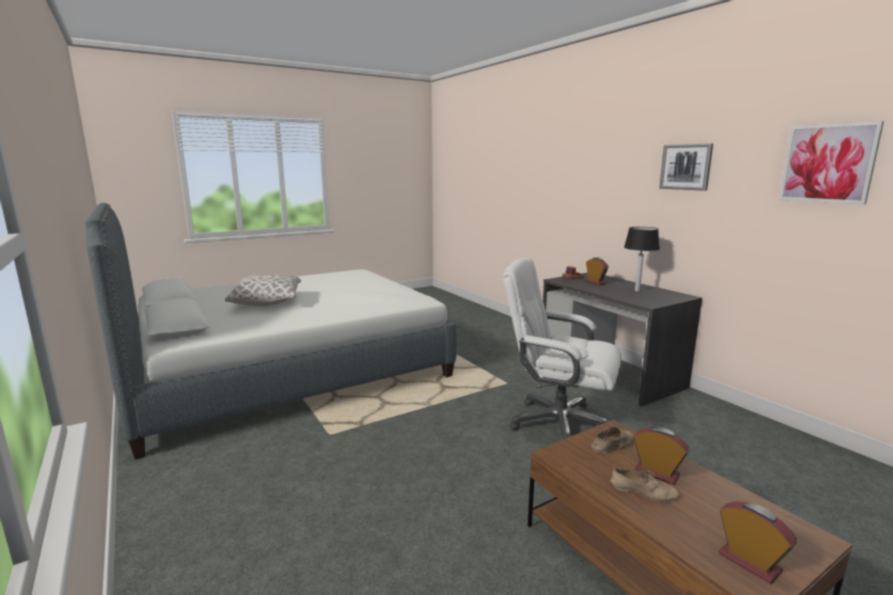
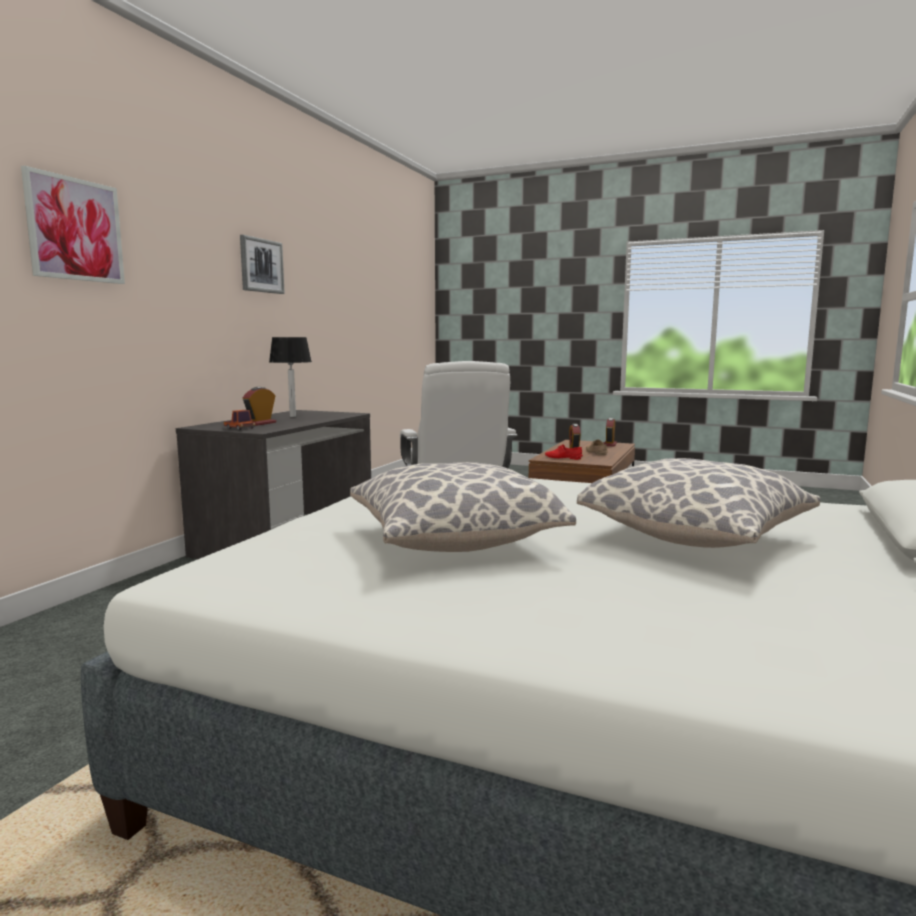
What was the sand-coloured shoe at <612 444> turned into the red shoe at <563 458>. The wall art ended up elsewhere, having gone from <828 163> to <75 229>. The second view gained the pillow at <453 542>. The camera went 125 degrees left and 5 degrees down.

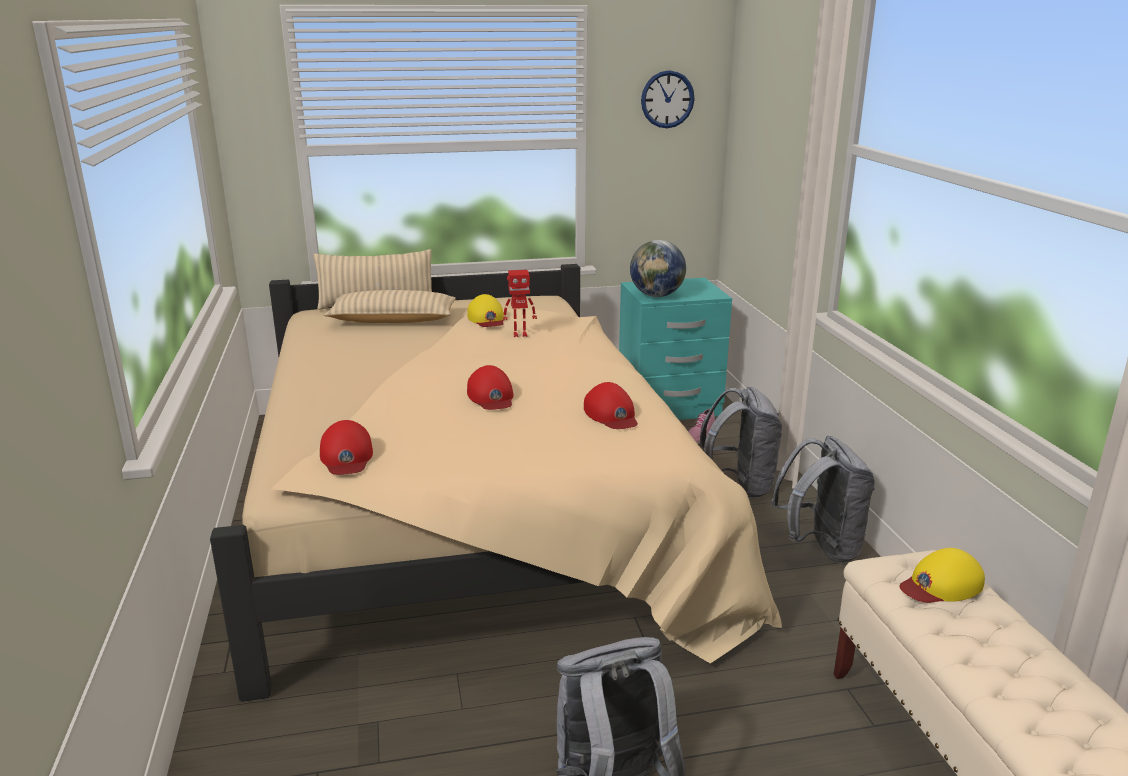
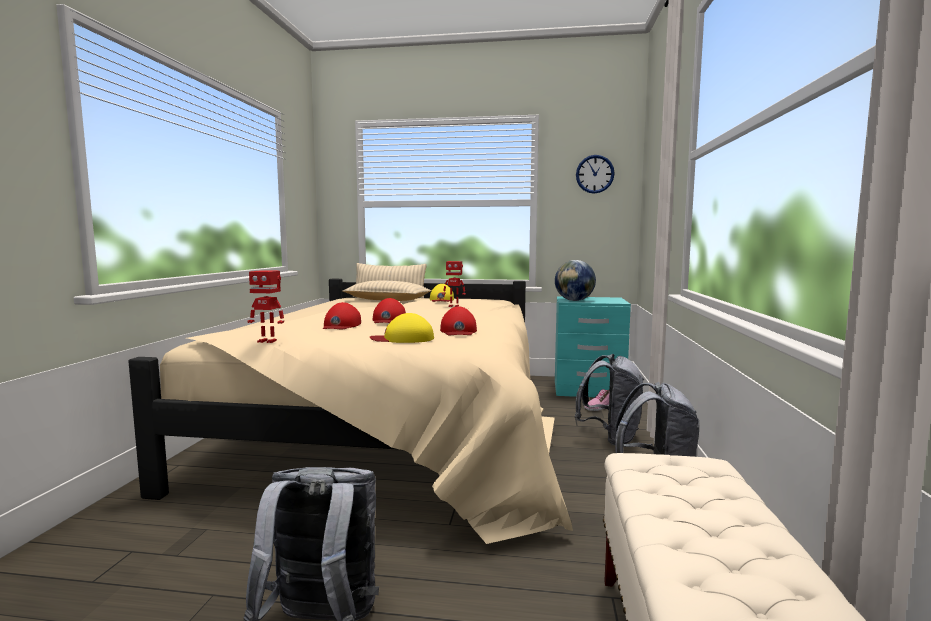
The red cap ended up elsewhere, having gone from <346 456> to <341 325>. The yellowish cap ended up elsewhere, having gone from <941 585> to <403 339>. The second view gained the robot figure at <268 341>. The camera went 20 degrees right and 15 degrees down.

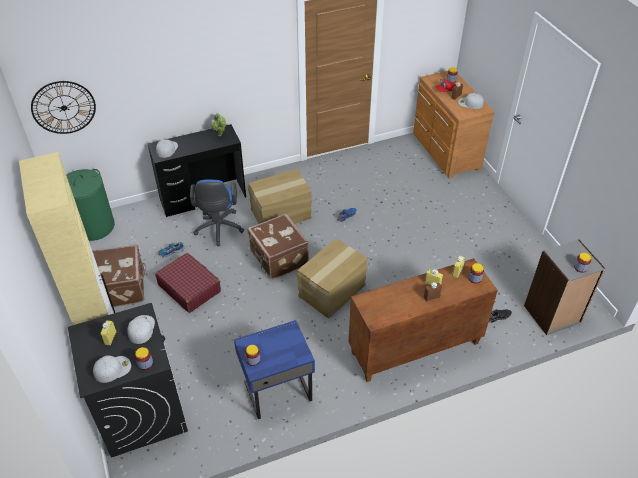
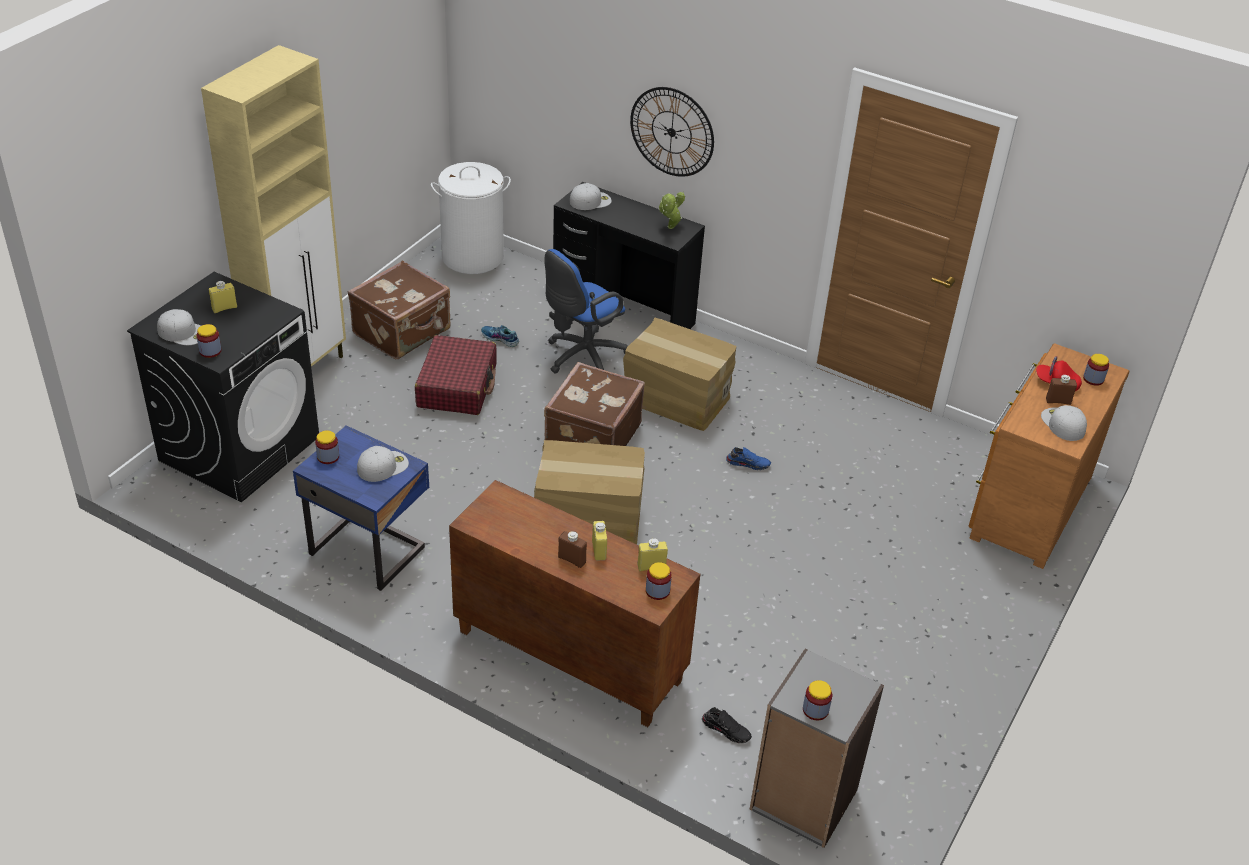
The hanging clock ended up elsewhere, having gone from <63 107> to <671 132>. What was the greenish washing basket at <94 227> turned into the whitish washing basket at <472 257>. The whitish cap ended up elsewhere, having gone from <141 329> to <383 466>. The camera went 50 degrees right and 5 degrees down.

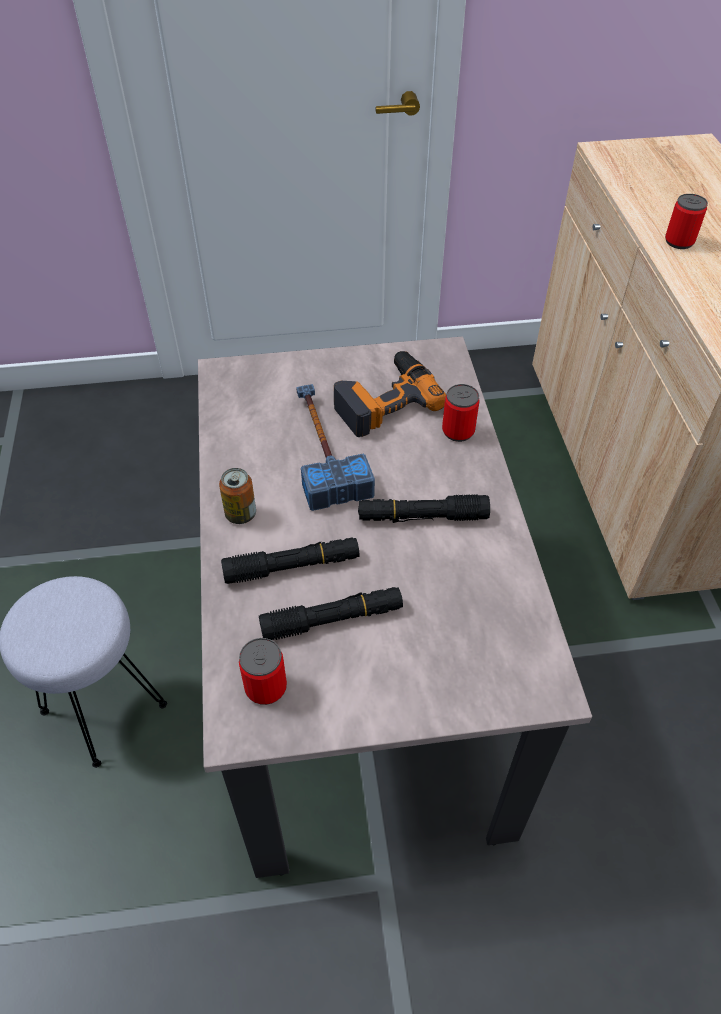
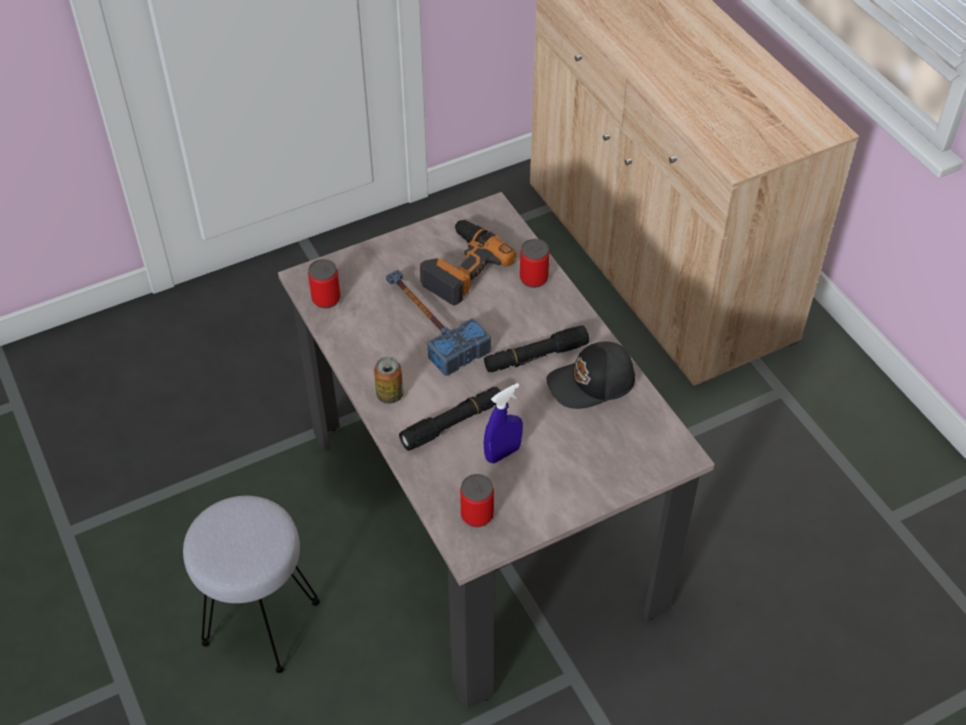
Where the black hand torch stood at <332 620>, the bluish sprayer came to stand at <503 453>. The can ended up elsewhere, having gone from <679 241> to <326 299>. The second view gained the black cap at <592 384>. The camera went 20 degrees left and 0 degrees up.

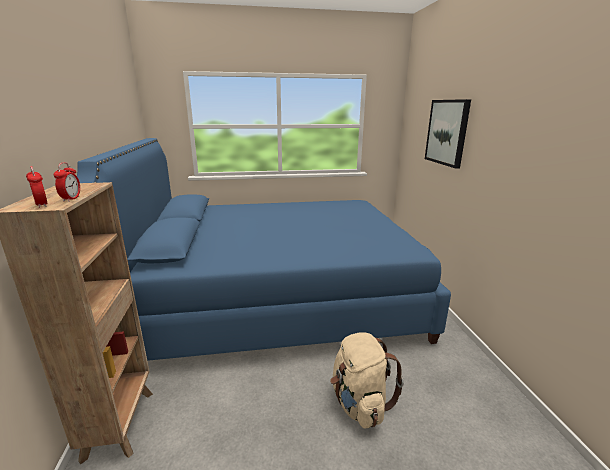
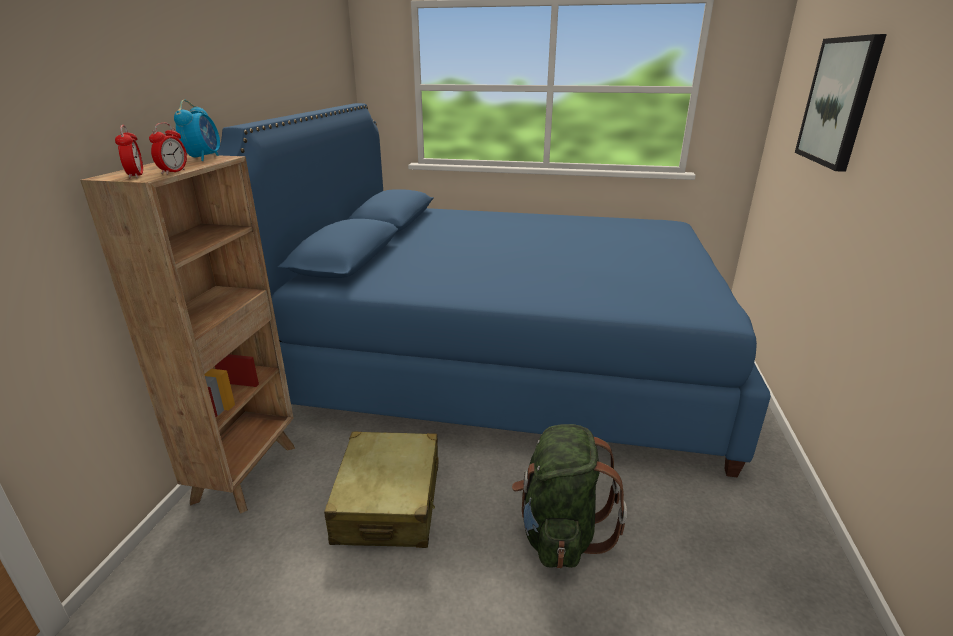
What was the sand-coloured knapsack at <359 403> turned into the greenish knapsack at <560 532>. The second view gained the alarm clock at <204 158>. The second view gained the sand-coloured travel case at <389 503>. The camera went 20 degrees right and 5 degrees up.

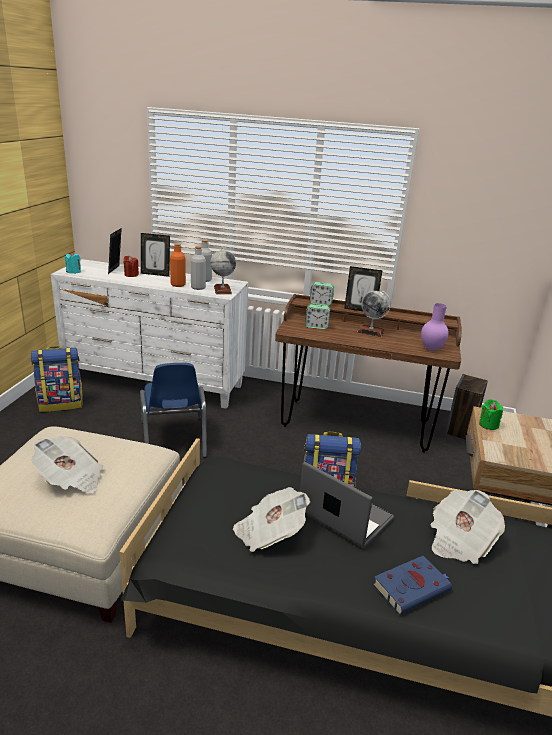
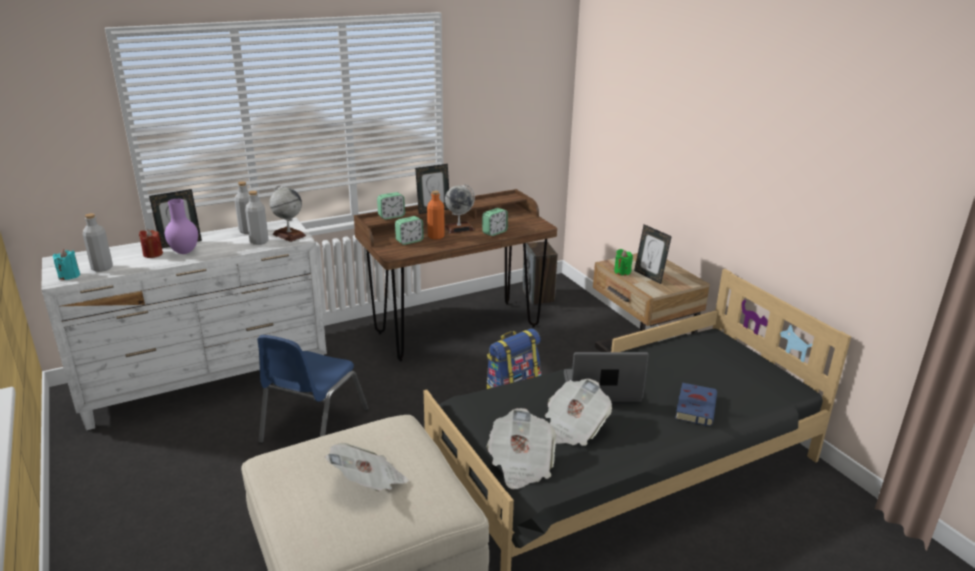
The second view lost the knapsack at <61 404>. The standing frame ended up elsewhere, having gone from <116 270> to <649 276>. The bluish upright chair at <173 439> ended up facing another way, 75 degrees clockwise from before. The orange-coloured drink bottle ended up elsewhere, having gone from <178 285> to <436 236>. The purplish decorative vase ended up elsewhere, having gone from <431 348> to <184 252>. The daily paper ended up elsewhere, having gone from <459 540> to <521 464>. The second view gained the grey drink bottle at <102 268>. The second view gained the alarm clock at <494 232>. The camera went 40 degrees left and 0 degrees up.

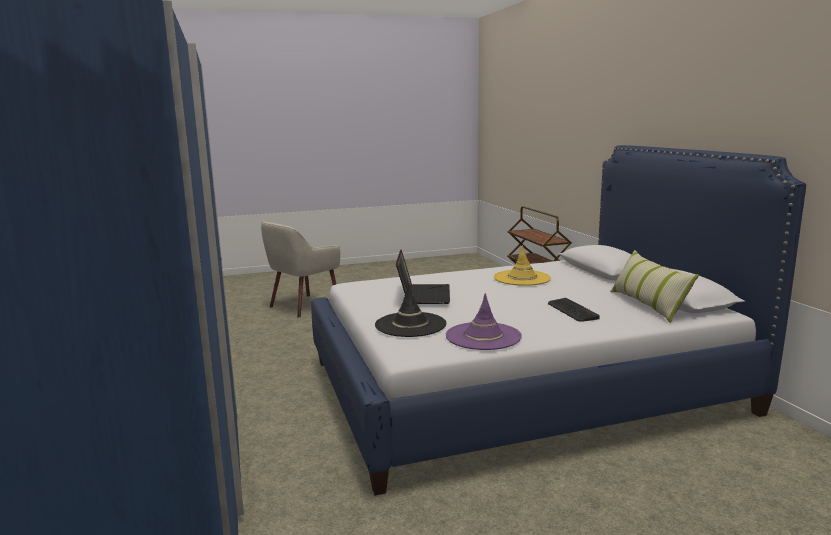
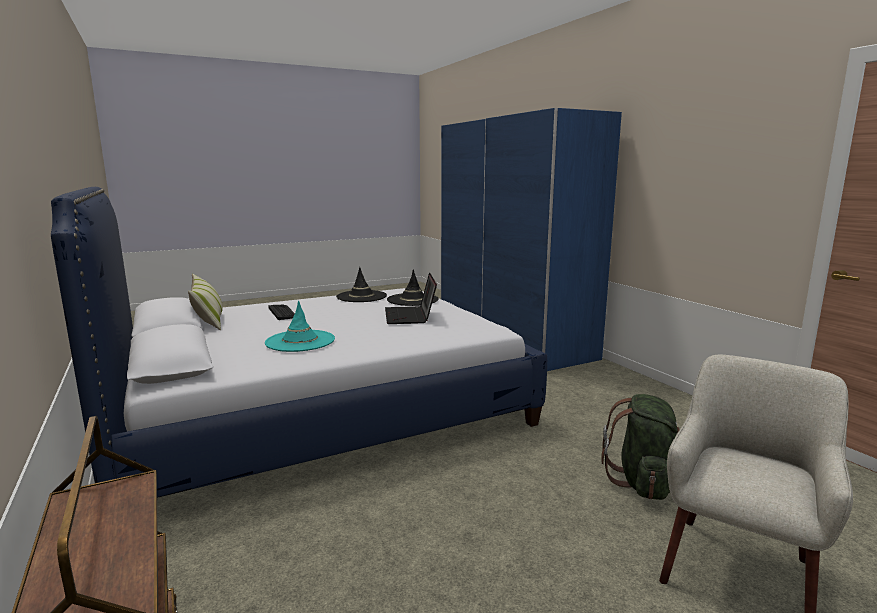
What was the purplish hat at <483 336> turned into the black hat at <361 296>. What was the yellowish hat at <522 278> turned into the turquoise-coloured hat at <300 341>. The second view gained the greenish knapsack at <644 482>. The camera went 170 degrees right and 0 degrees up.

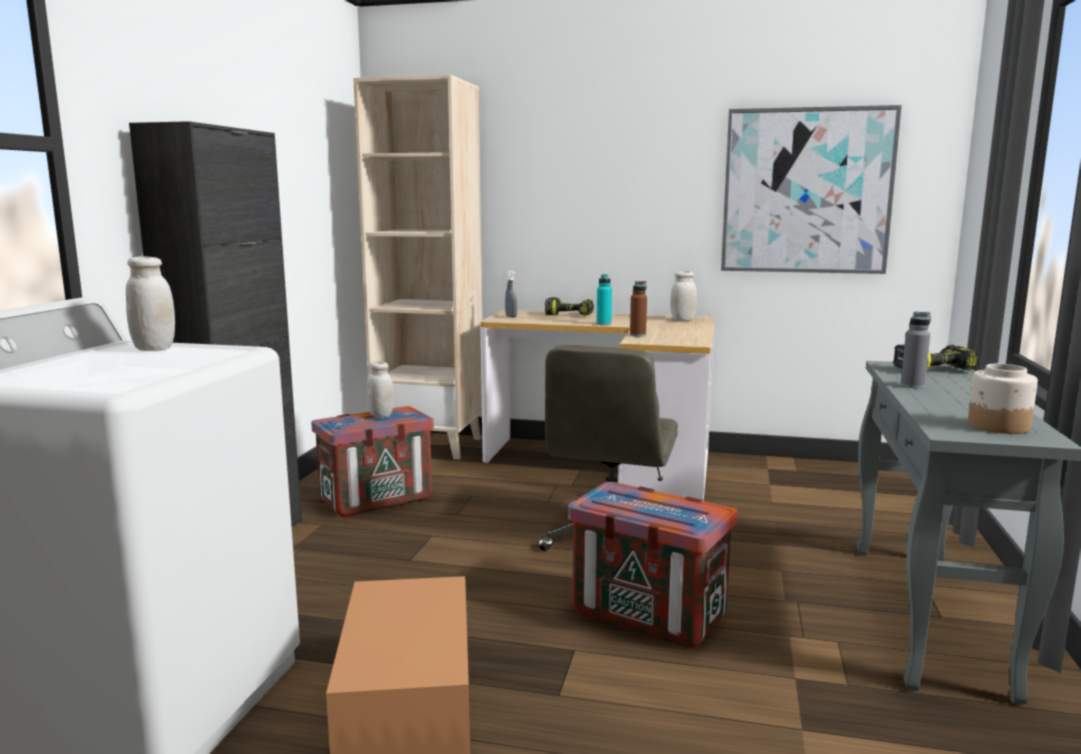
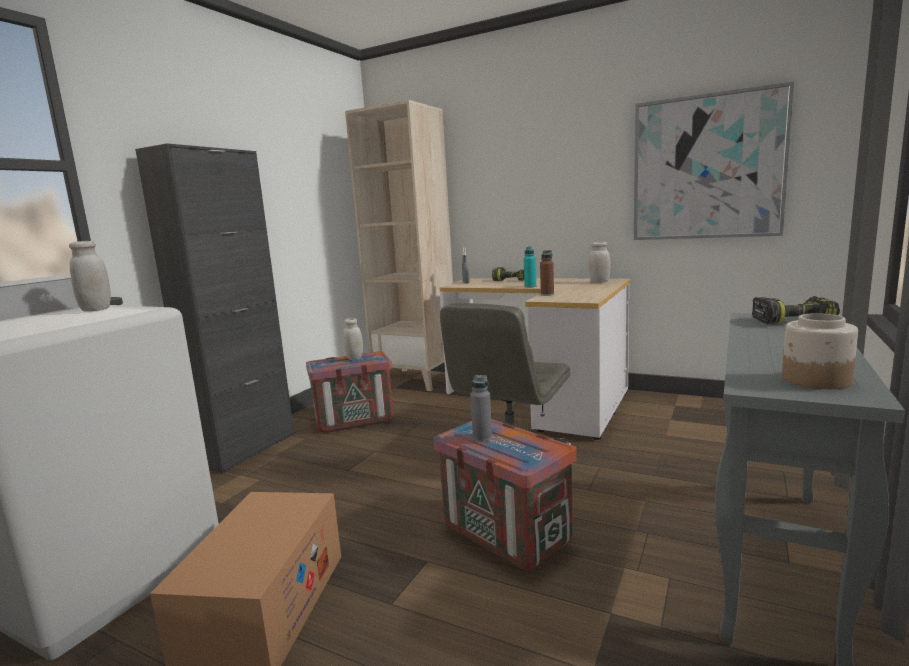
The grey drink bottle ended up elsewhere, having gone from <912 386> to <482 437>. The camera went 15 degrees right and 0 degrees up.

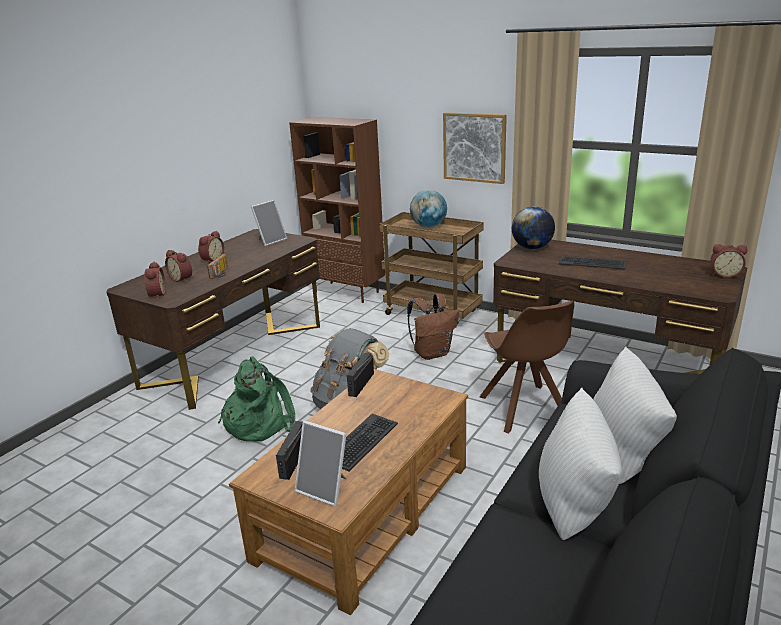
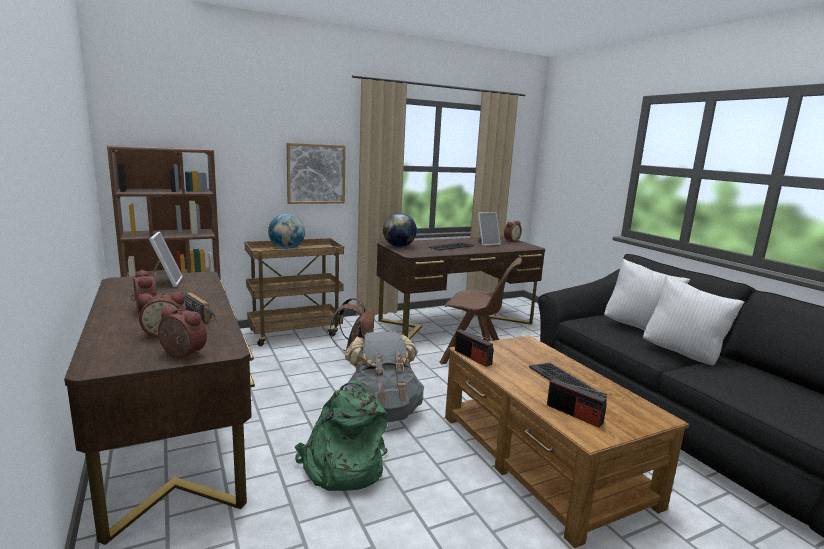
The standing frame ended up elsewhere, having gone from <325 489> to <487 243>. The camera went 60 degrees left and 10 degrees down.

